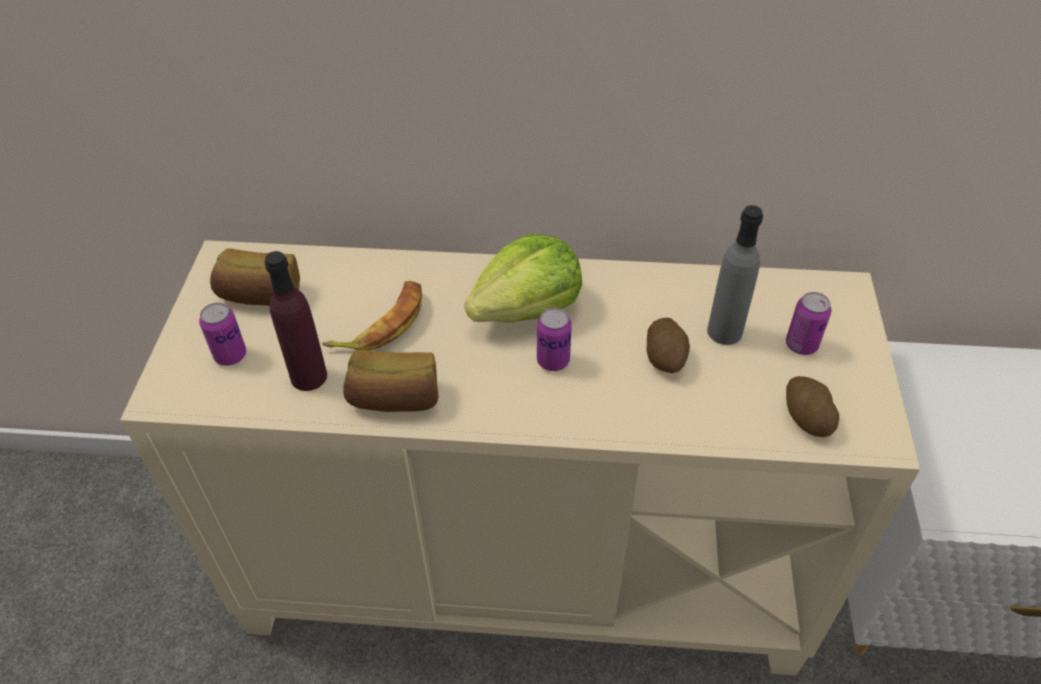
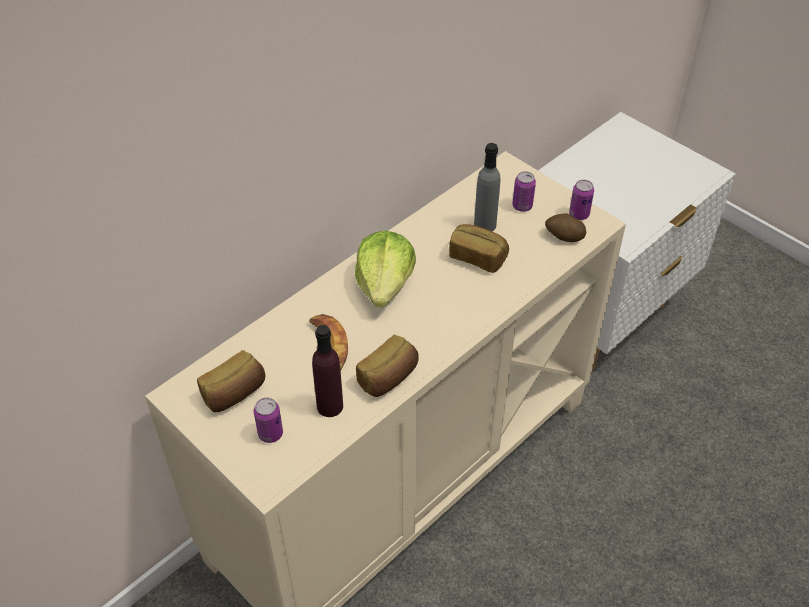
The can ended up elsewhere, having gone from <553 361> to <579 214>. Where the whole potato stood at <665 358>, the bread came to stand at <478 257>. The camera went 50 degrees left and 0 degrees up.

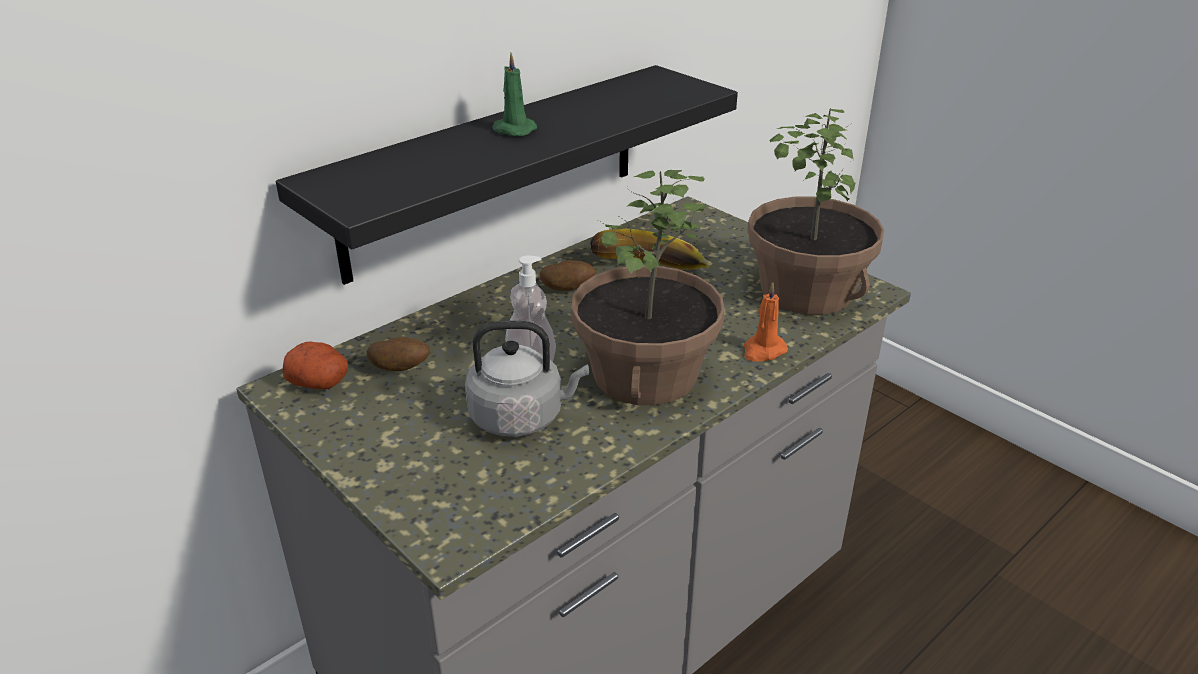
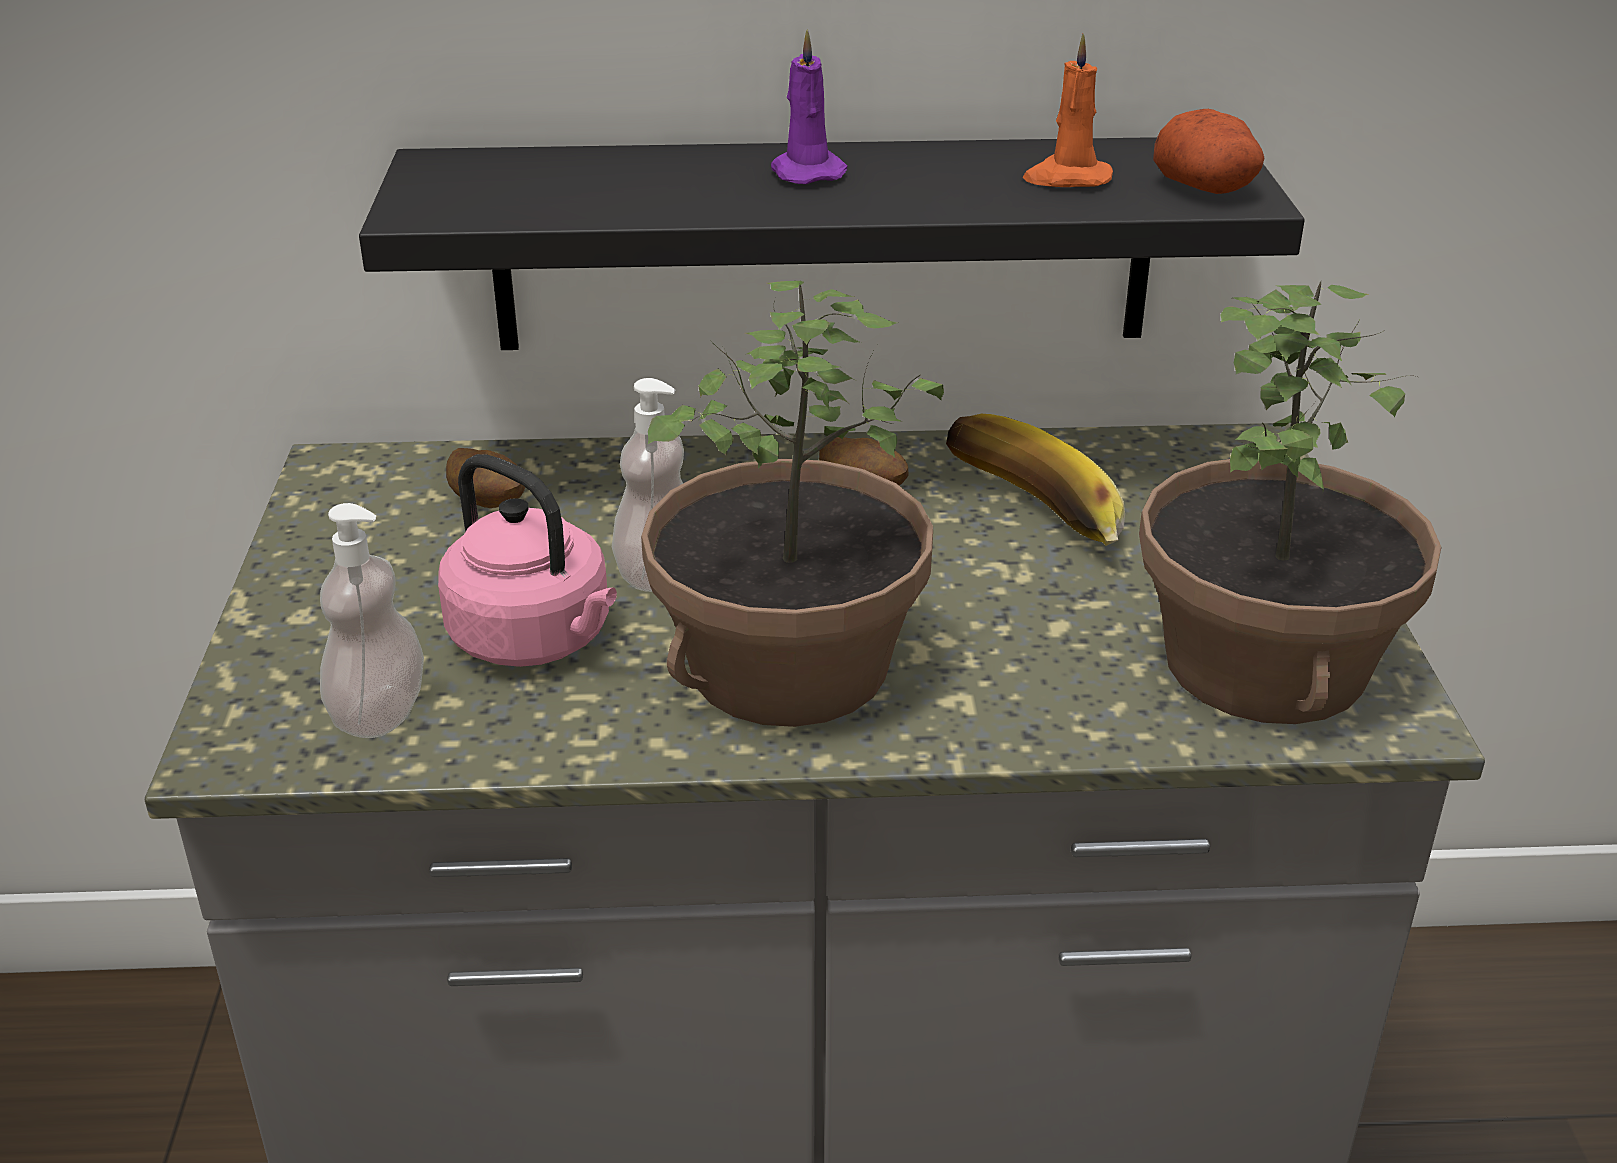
The whole potato ended up elsewhere, having gone from <320 382> to <1207 188>. What was the grey kettle at <521 417> turned into the pink kettle at <537 640>. What was the greenish candle at <513 130> turned into the purplish candle at <805 172>. The orange-coloured candle ended up elsewhere, having gone from <763 351> to <1066 179>. The second view gained the soap dispenser at <379 713>. The camera went 40 degrees right and 0 degrees up.

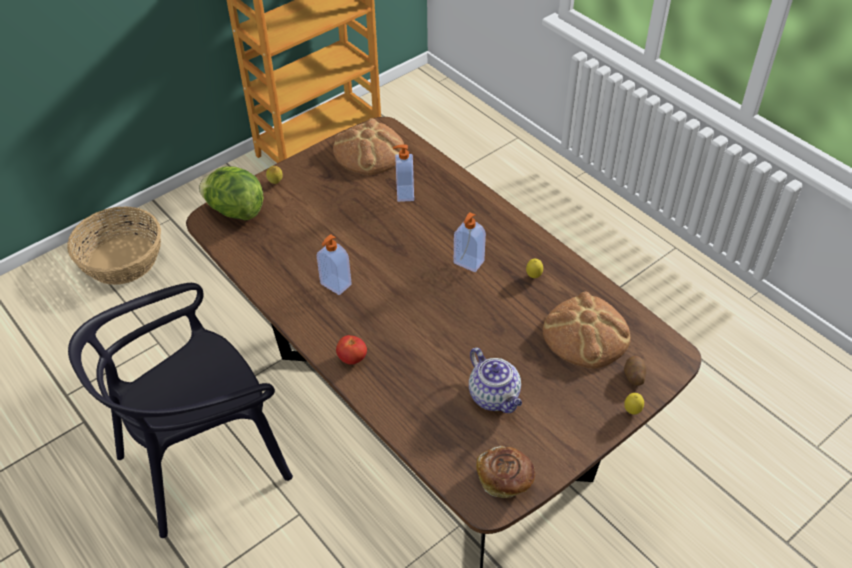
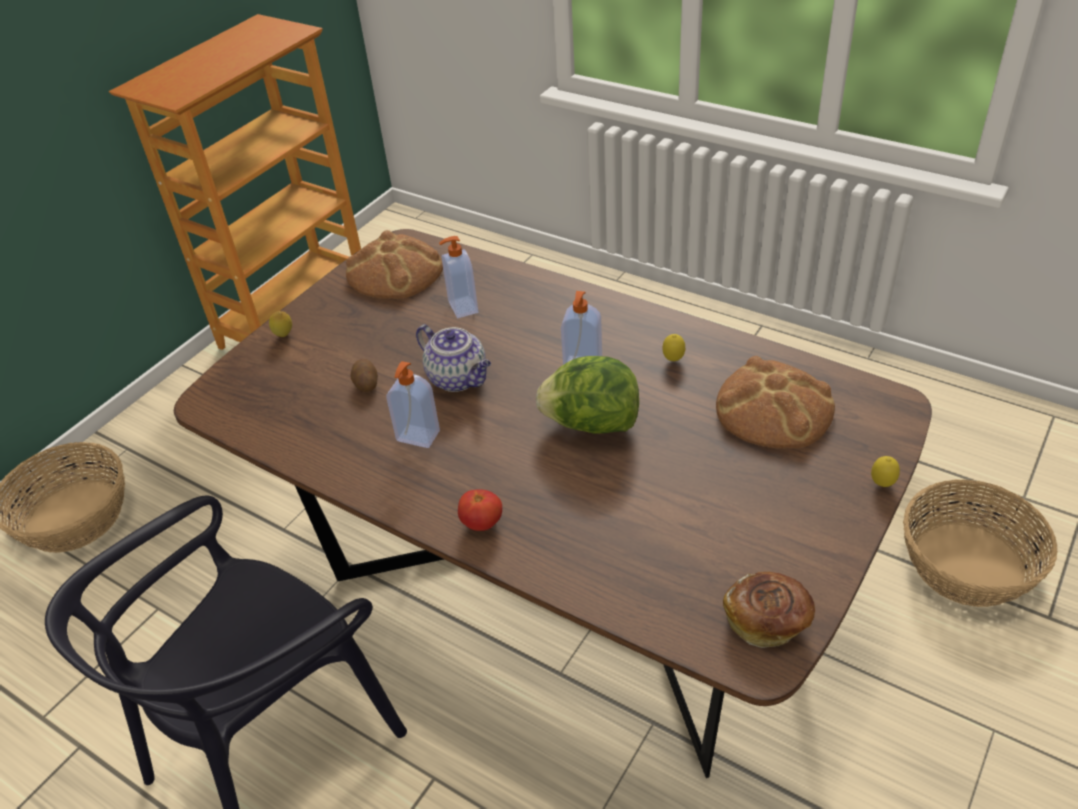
The lettuce ended up elsewhere, having gone from <235 211> to <591 424>. The teapot ended up elsewhere, having gone from <495 397> to <459 378>. The whole potato ended up elsewhere, having gone from <633 376> to <366 384>. The second view gained the storage basket at <968 564>. The camera went 15 degrees left and 5 degrees down.

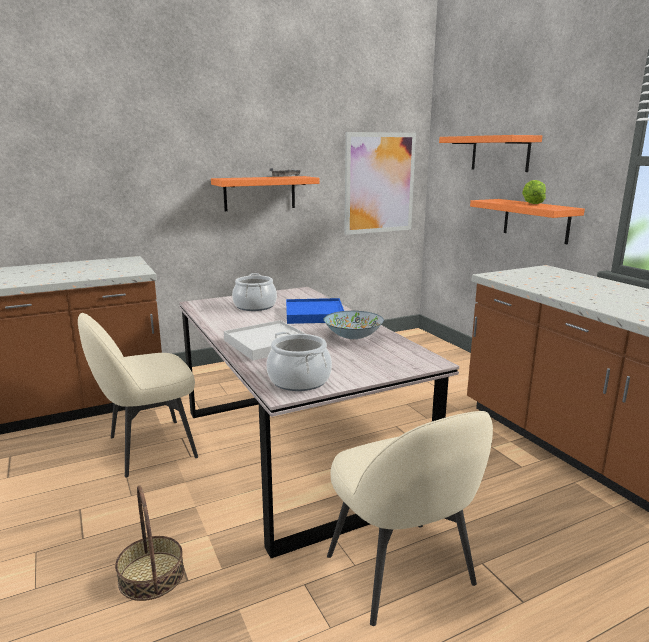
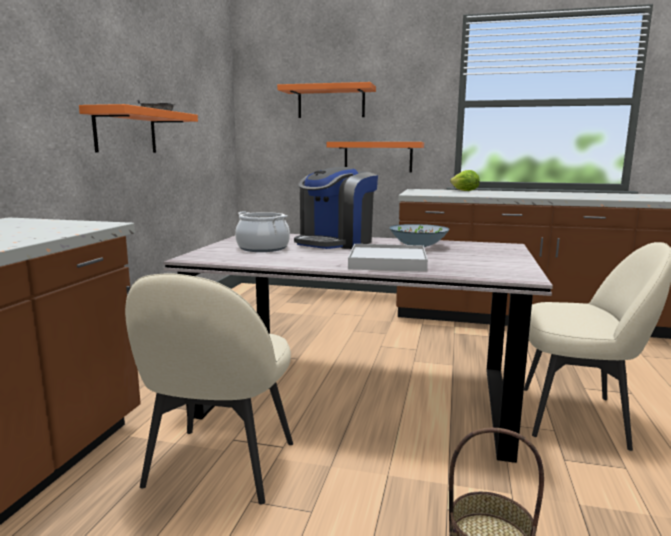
The second view lost the saucepot at <299 380>. Where the bluish serving tray stood at <314 314>, the coffee machine came to stand at <336 242>. The second view lost the wall art at <379 183>. The lettuce ended up elsewhere, having gone from <532 204> to <464 191>. The camera went 50 degrees left and 5 degrees down.

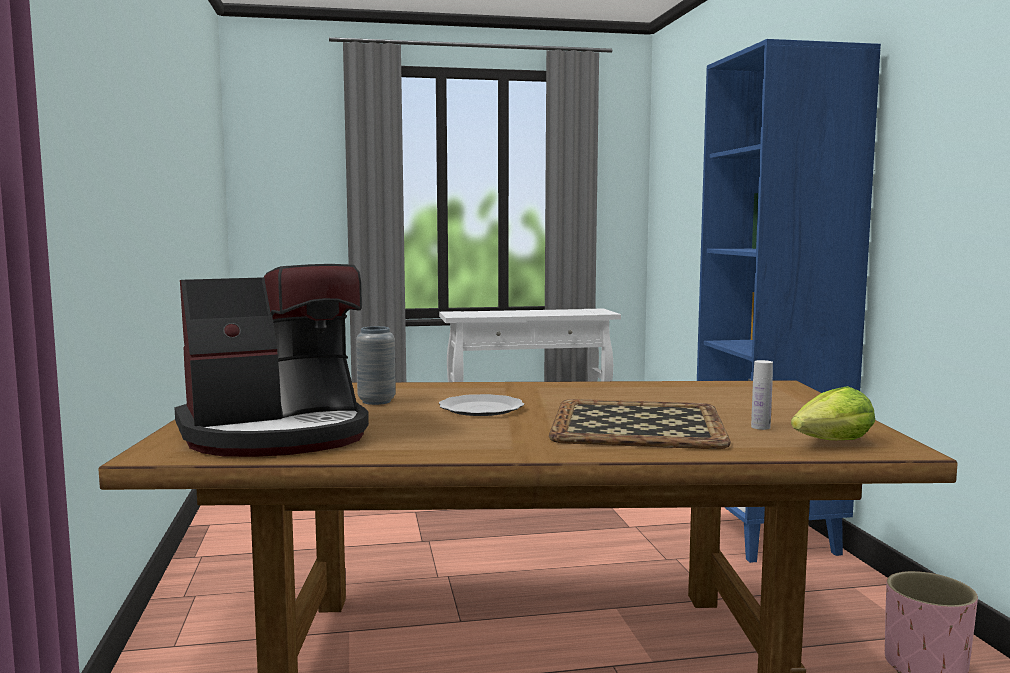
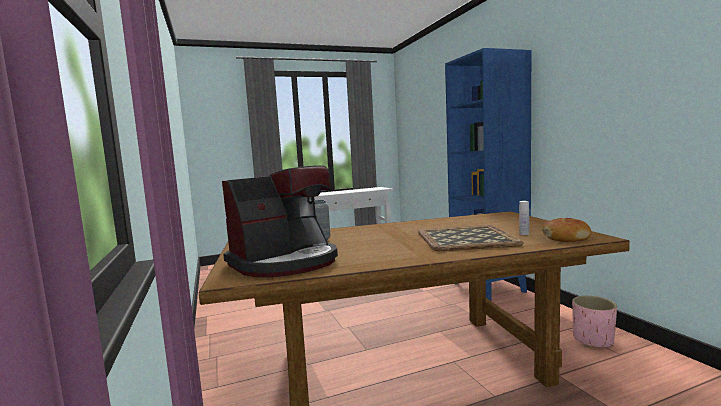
The second view lost the plate at <482 409>. Where the lettuce stood at <833 443>, the bread came to stand at <566 238>. The camera went 10 degrees left and 0 degrees up.

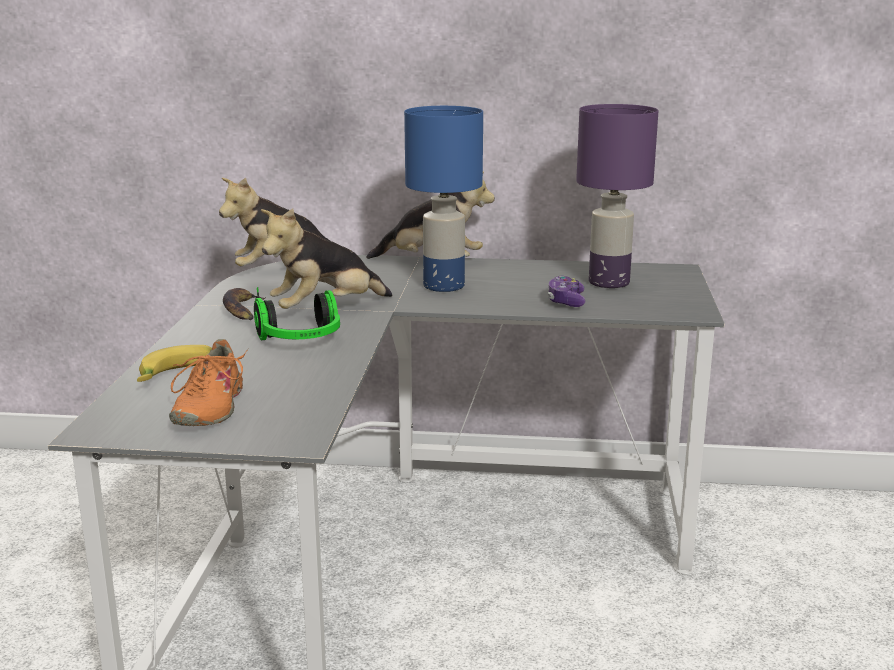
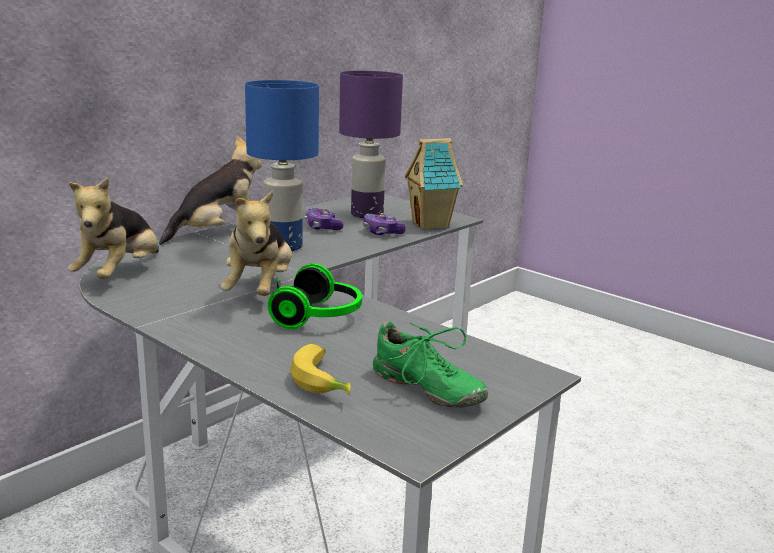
What was the orange-coloured shoe at <208 408> turned into the greenish shoe at <426 389>. The second view lost the whole banana at <243 310>. The second view gained the gamepad at <322 227>. The second view gained the toy house at <431 225>. The camera went 55 degrees left and 0 degrees up.

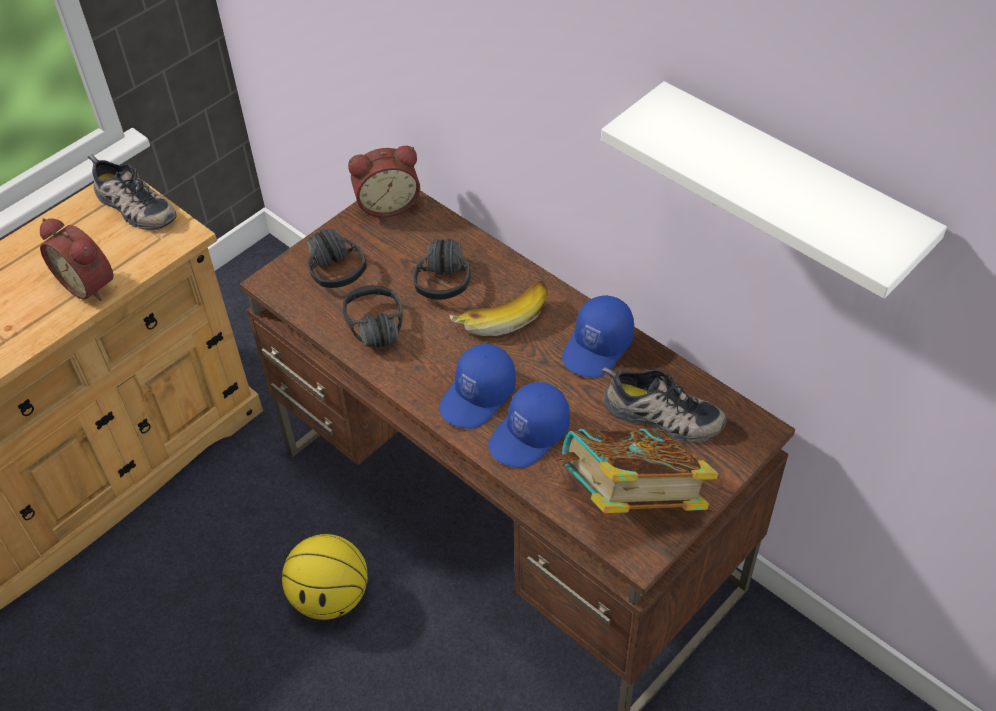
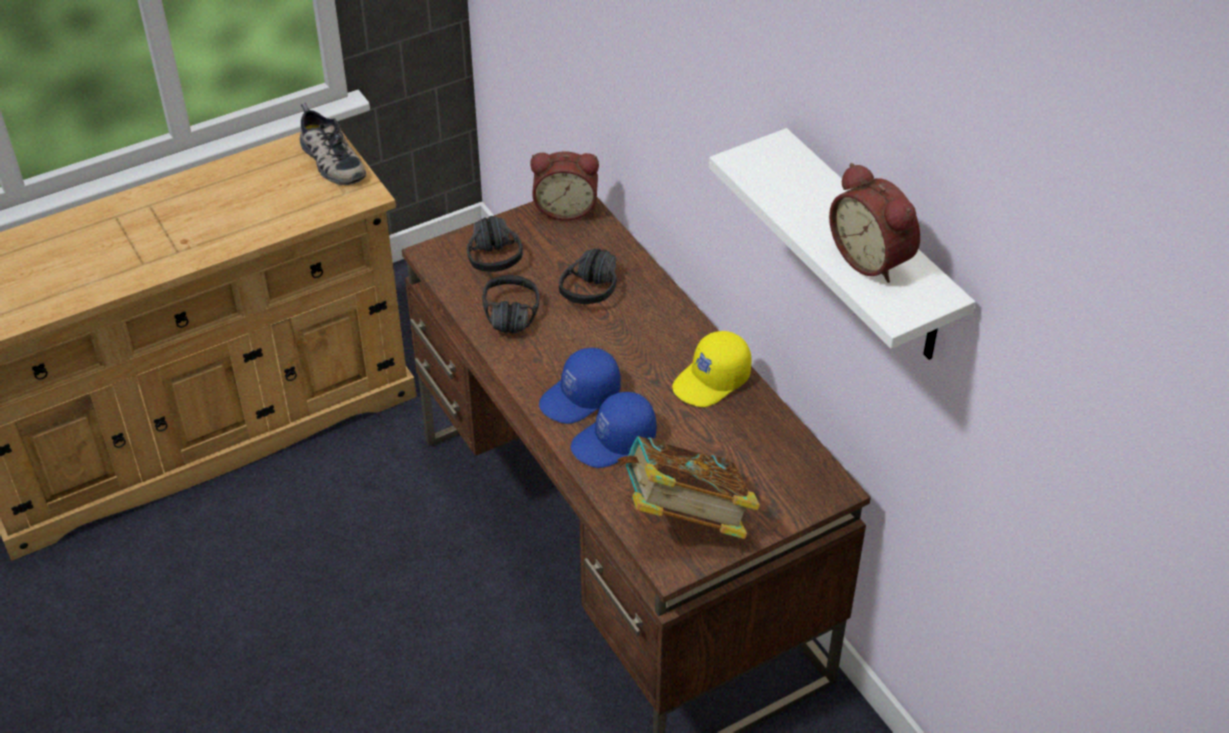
The alarm clock ended up elsewhere, having gone from <90 283> to <873 258>. The second view lost the basketball at <331 597>. The second view lost the whole banana at <501 314>. What was the bluish cap at <598 347> turned into the yellowish cap at <712 381>. The second view lost the shoe at <660 416>. The camera went 15 degrees right and 5 degrees down.

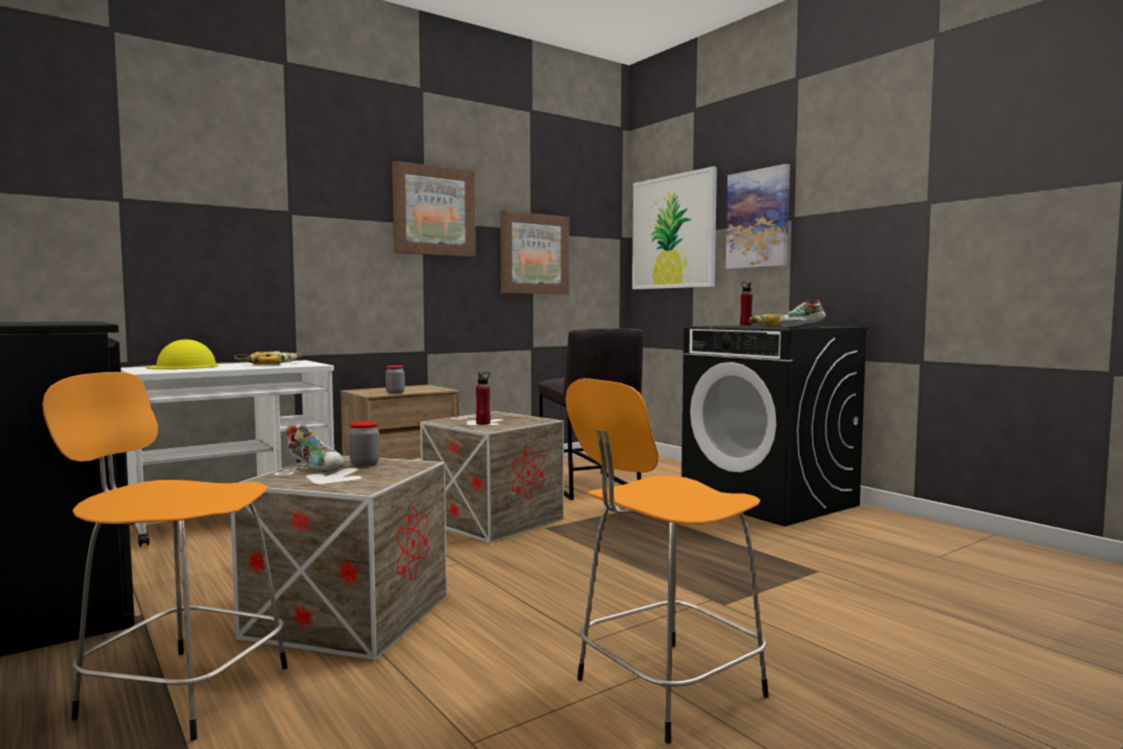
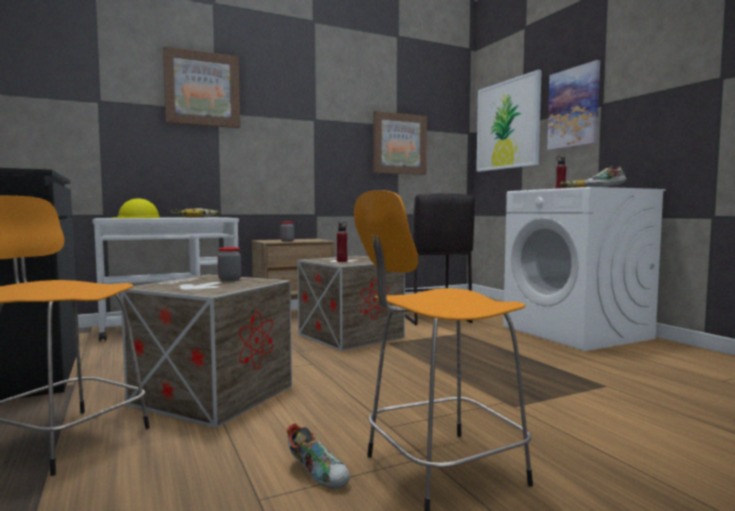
The shoe ended up elsewhere, having gone from <316 467> to <318 474>. The wall art ended up elsewhere, having gone from <433 211> to <202 89>. What was the black laundry appliance at <770 501> turned into the whitish laundry appliance at <576 332>. The camera went 10 degrees right and 0 degrees up.

